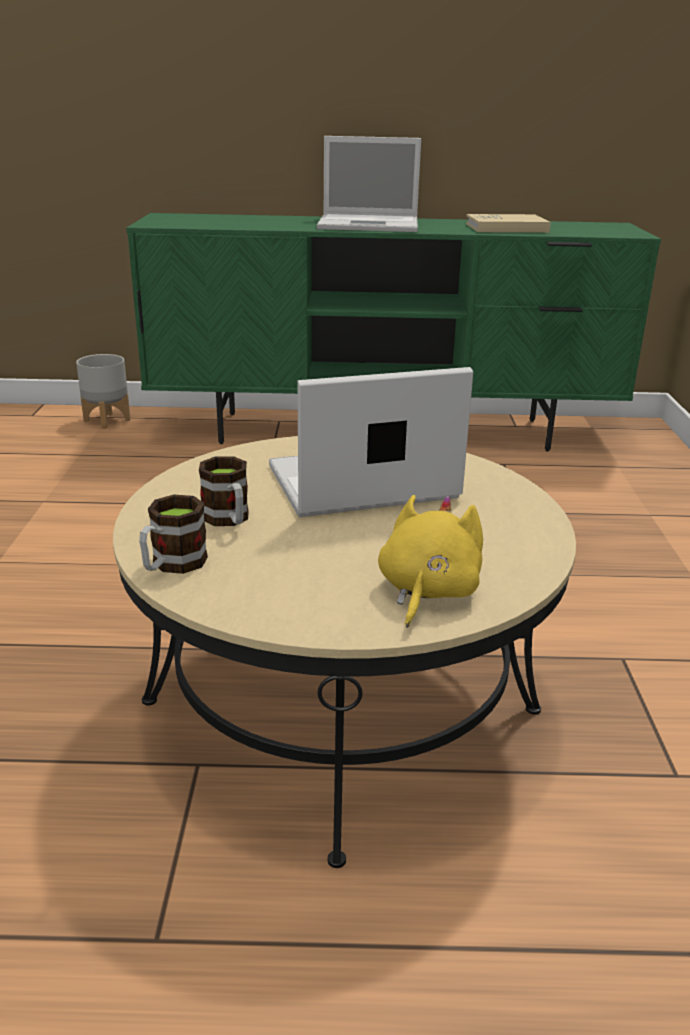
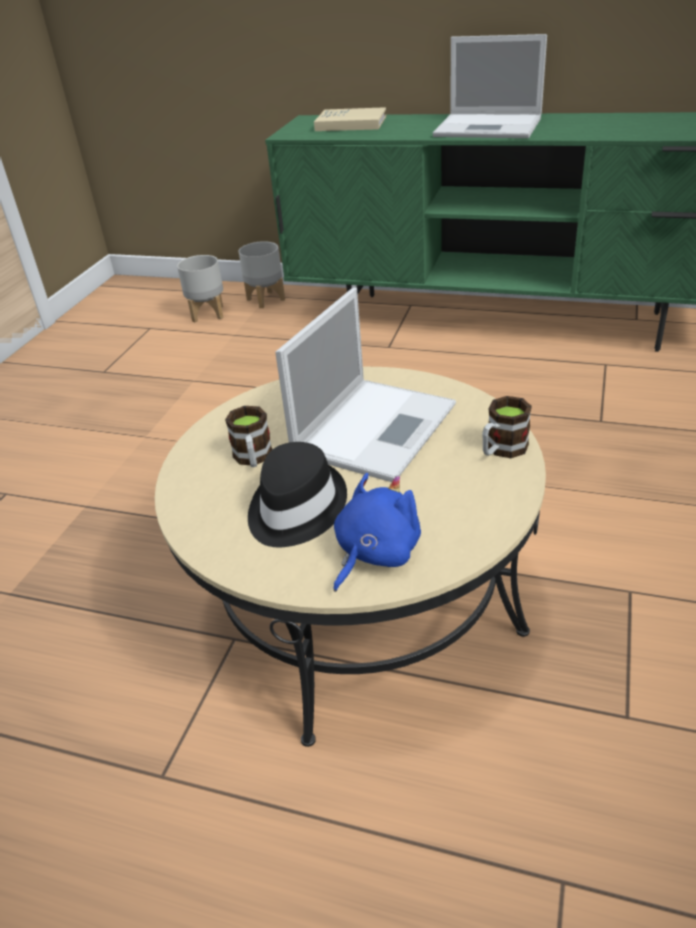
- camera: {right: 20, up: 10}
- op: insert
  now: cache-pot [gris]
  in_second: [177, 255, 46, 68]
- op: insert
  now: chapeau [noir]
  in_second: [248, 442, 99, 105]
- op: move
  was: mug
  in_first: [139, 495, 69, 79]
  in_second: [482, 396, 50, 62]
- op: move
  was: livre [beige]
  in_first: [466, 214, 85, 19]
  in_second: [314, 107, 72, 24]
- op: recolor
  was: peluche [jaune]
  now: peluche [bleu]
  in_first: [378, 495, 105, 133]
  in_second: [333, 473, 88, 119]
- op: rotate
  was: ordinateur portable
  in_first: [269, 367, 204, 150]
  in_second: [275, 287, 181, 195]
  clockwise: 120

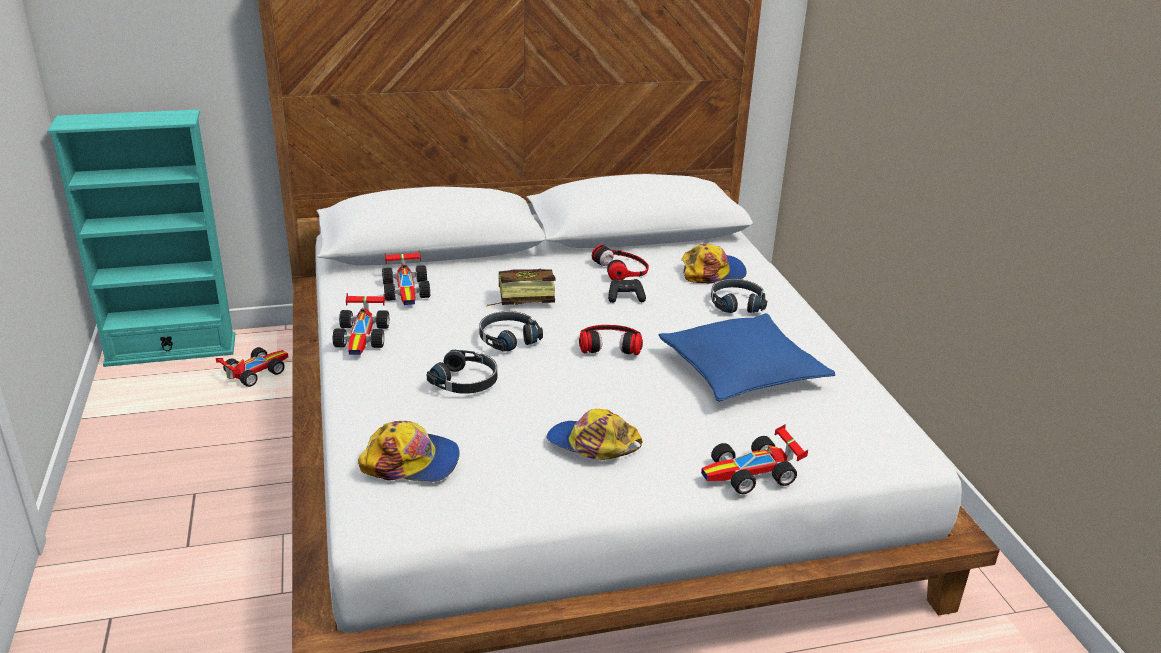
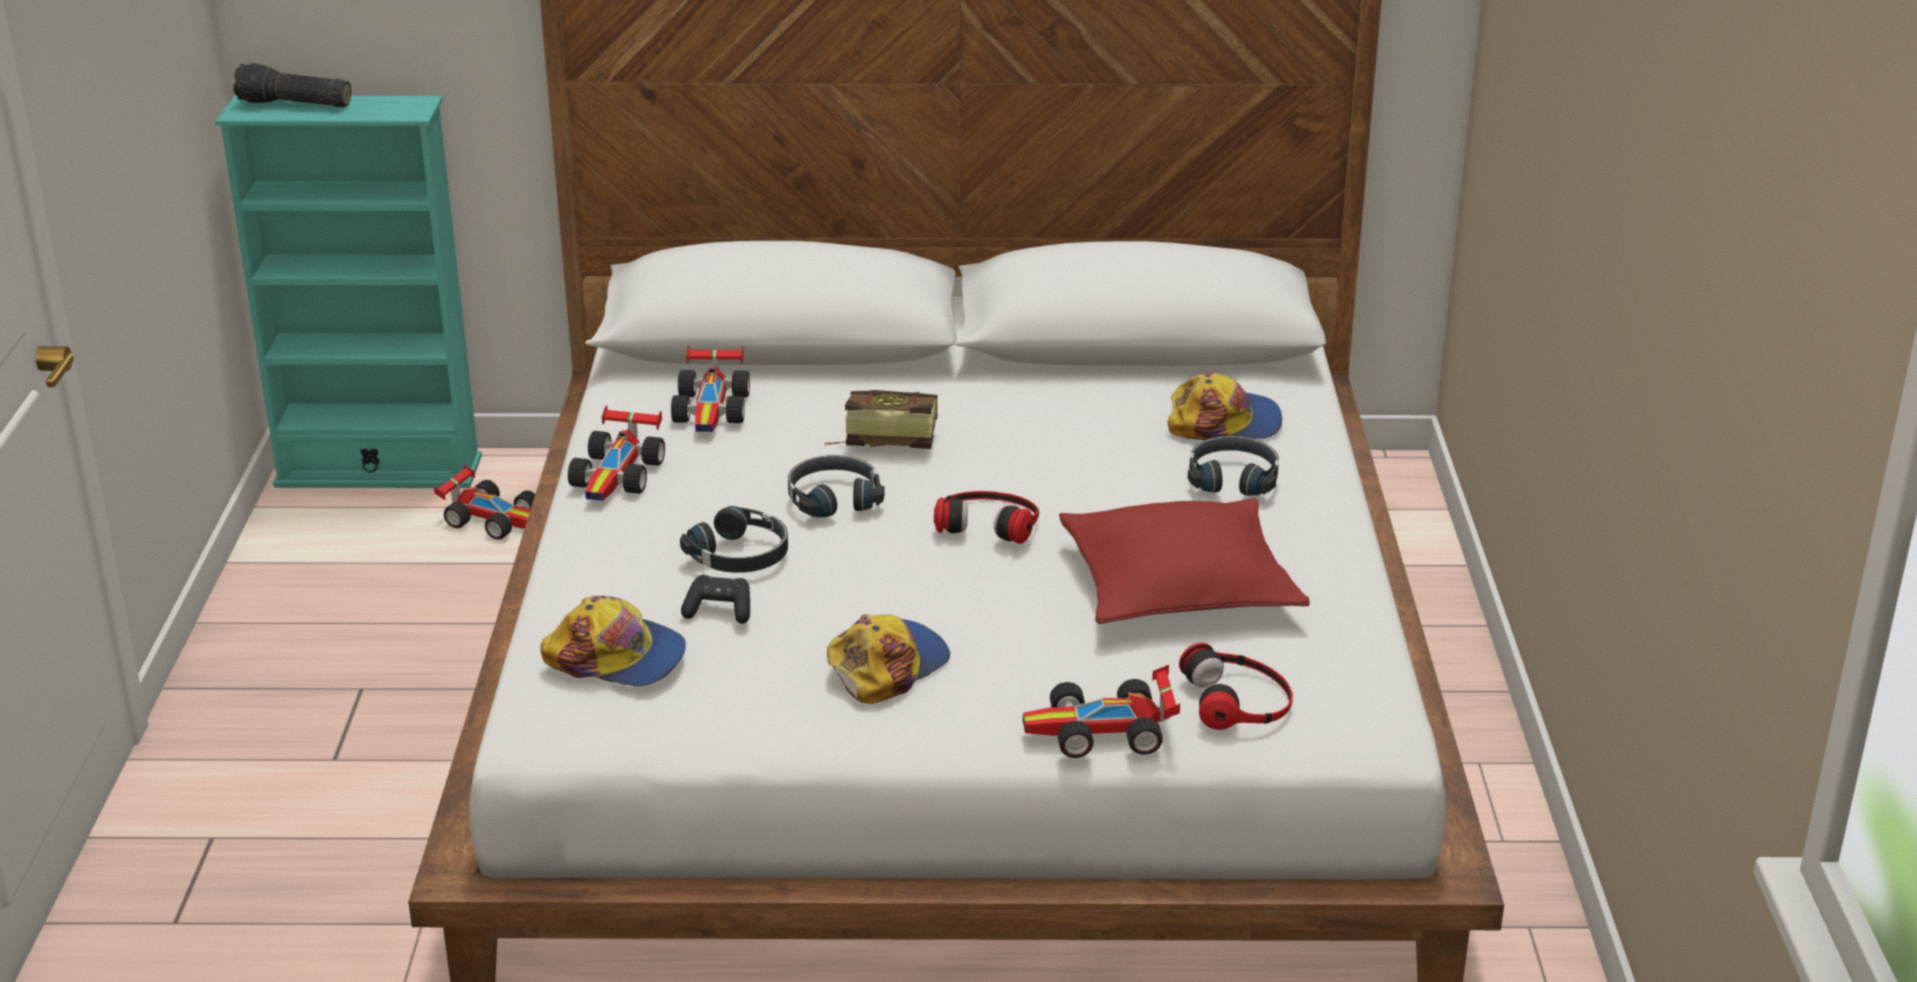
- camera: {right: 15, up: 0}
- op: insert
  now: lampe de poche
  in_second: [233, 63, 118, 44]
- op: move
  was: casque audio
  in_first: [592, 244, 57, 36]
  in_second: [1179, 643, 114, 87]
- op: move
  was: manette [noir]
  in_first: [608, 279, 38, 24]
  in_second: [681, 575, 69, 49]
- op: recolor
  was: coussin [bleu]
  now: coussin [rouge]
  in_first: [659, 313, 176, 89]
  in_second: [1059, 498, 251, 126]
- op: rotate
  was: petite voiture
  in_first: [216, 347, 72, 40]
  in_second: [434, 464, 101, 76]
  clockwise: 60
- op: rotate
  was: casquette
  in_first: [547, 409, 95, 51]
  in_second: [827, 614, 123, 90]
  clockwise: 90

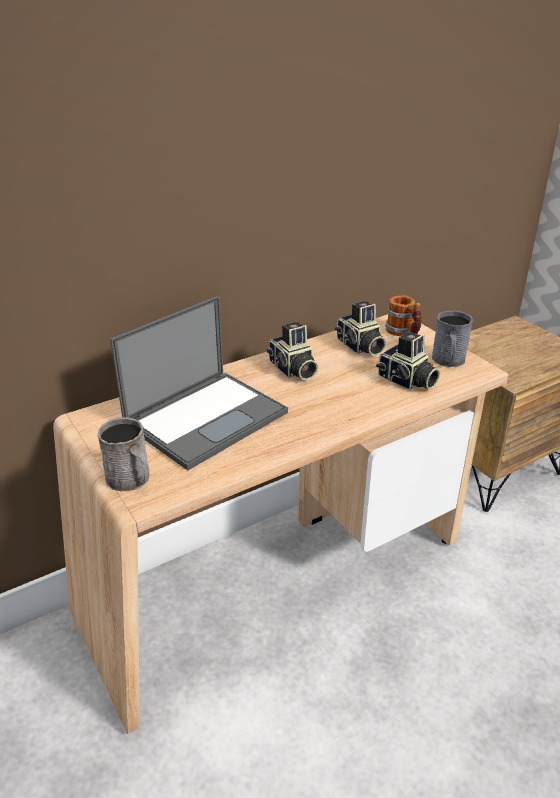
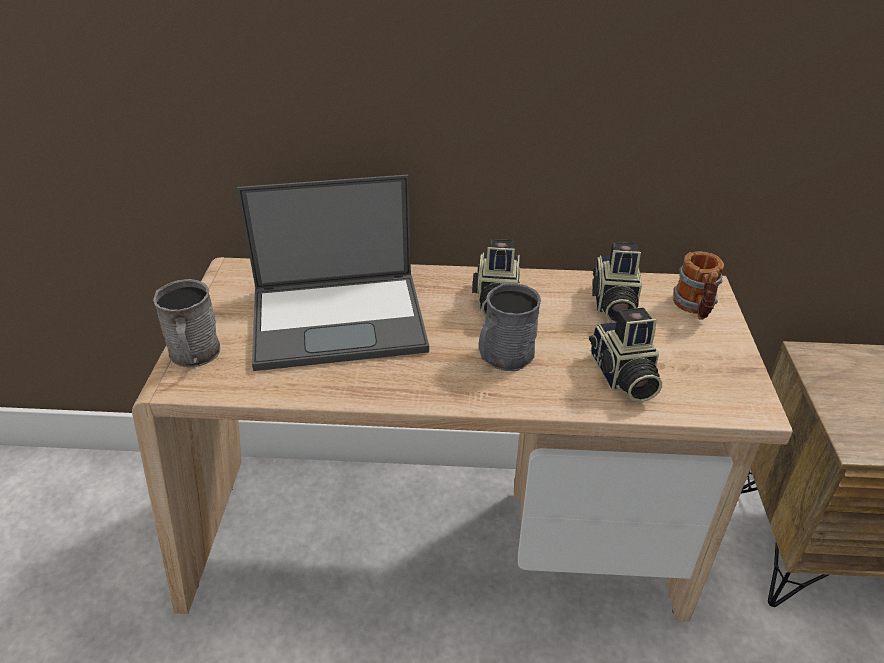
- camera: {right: 35, up: 5}
- op: move
  was: mug [gris]
  in_first: [432, 310, 41, 57]
  in_second: [479, 283, 62, 88]

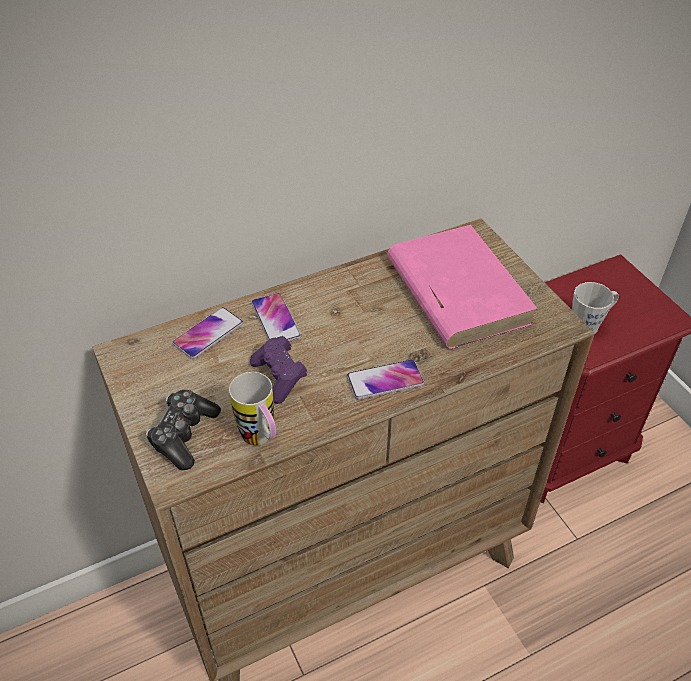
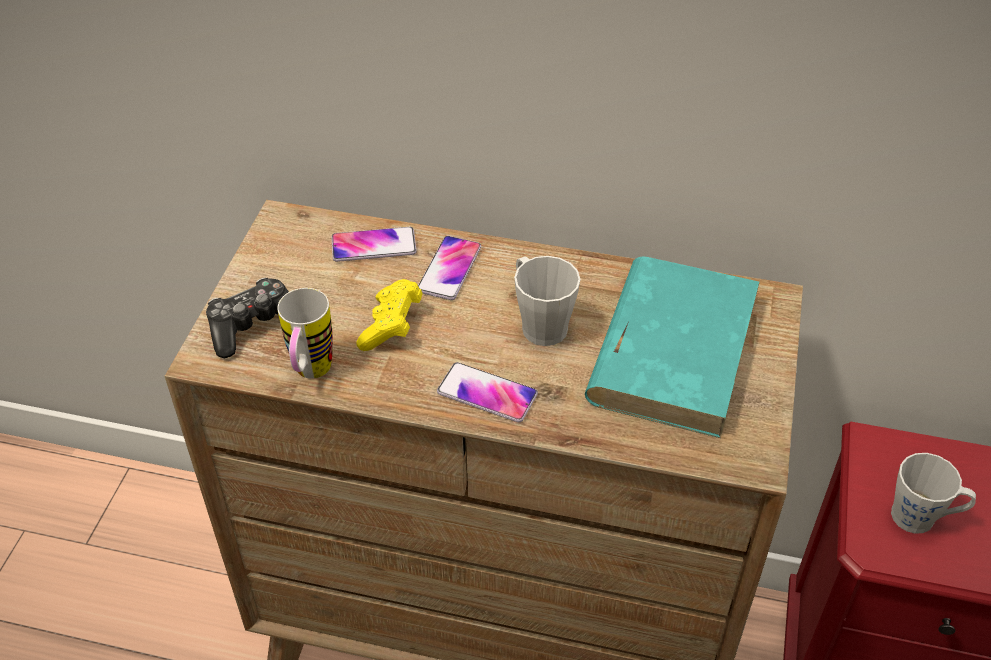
- camera: {right: 40, up: 0}
- op: insert
  now: mug [gris]
  in_second: [514, 256, 67, 90]
- op: recolor
  was: manette [violet]
  now: manette [jaune]
  in_first: [250, 336, 58, 68]
  in_second: [356, 279, 66, 72]
- op: recolor
  was: livre [rose]
  now: livre [turquoise]
  in_first: [387, 225, 151, 124]
  in_second: [585, 256, 175, 182]

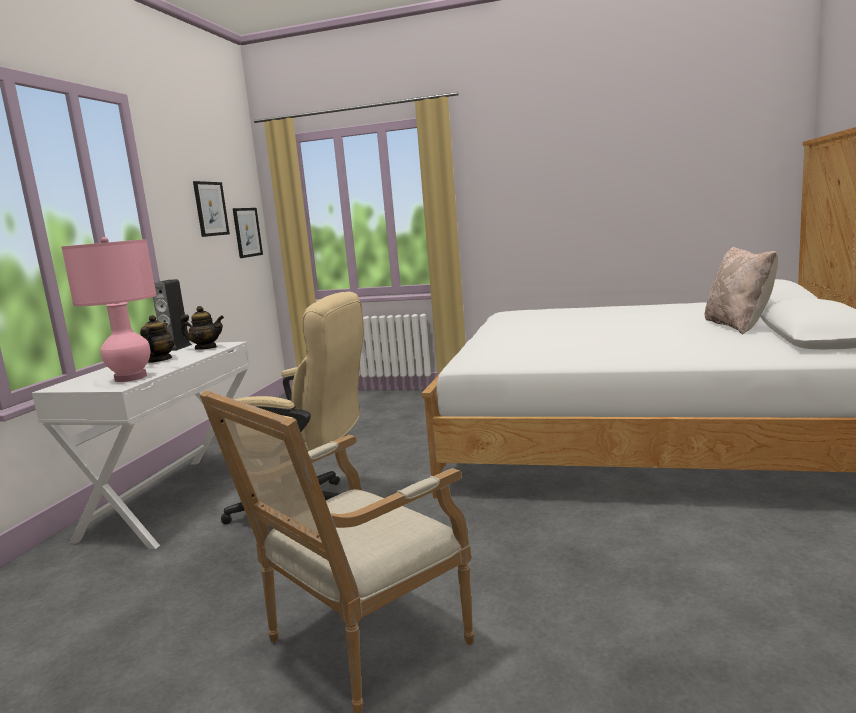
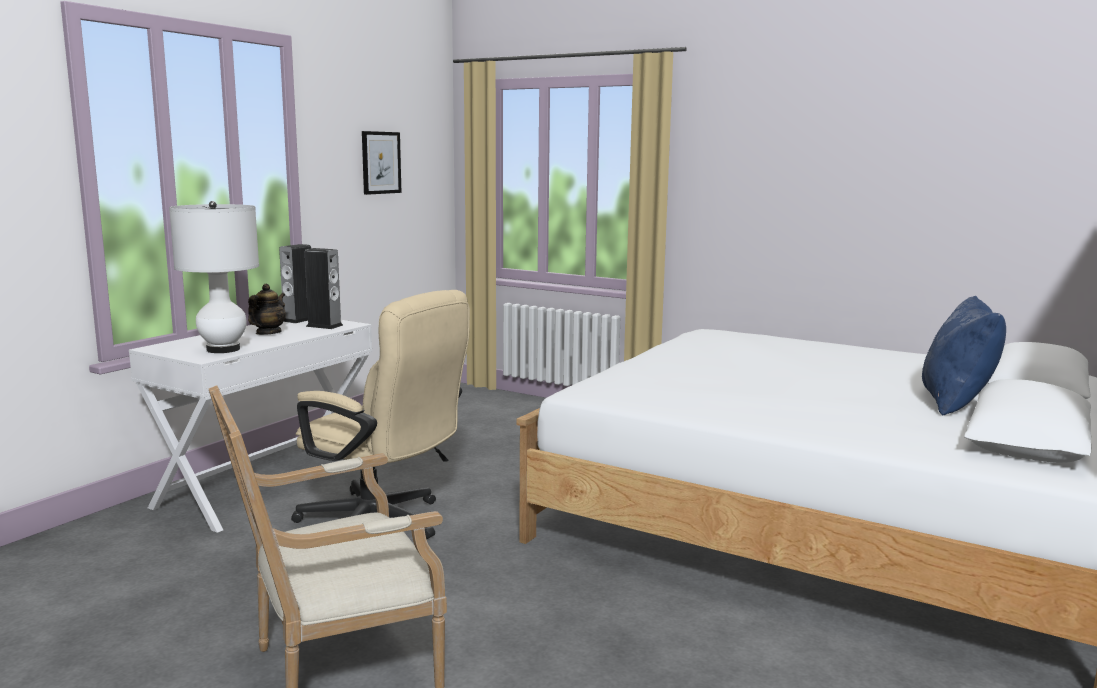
- camera: {right: 15, up: 0}
- op: delete
  was: tableau
  in_first: [232, 208, 31, 50]
- op: replace
  was: théière
  now: enceinte
  in_first: [180, 306, 44, 44]
  in_second: [305, 248, 38, 81]
- op: recolor
  was: lampe de table [rose]
  now: lampe de table [blanc]
  in_first: [61, 237, 96, 145]
  in_second: [169, 201, 90, 152]
- op: recolor
  was: coussin [beige]
  now: coussin [bleu]
  in_first: [705, 247, 73, 87]
  in_second: [922, 296, 84, 120]

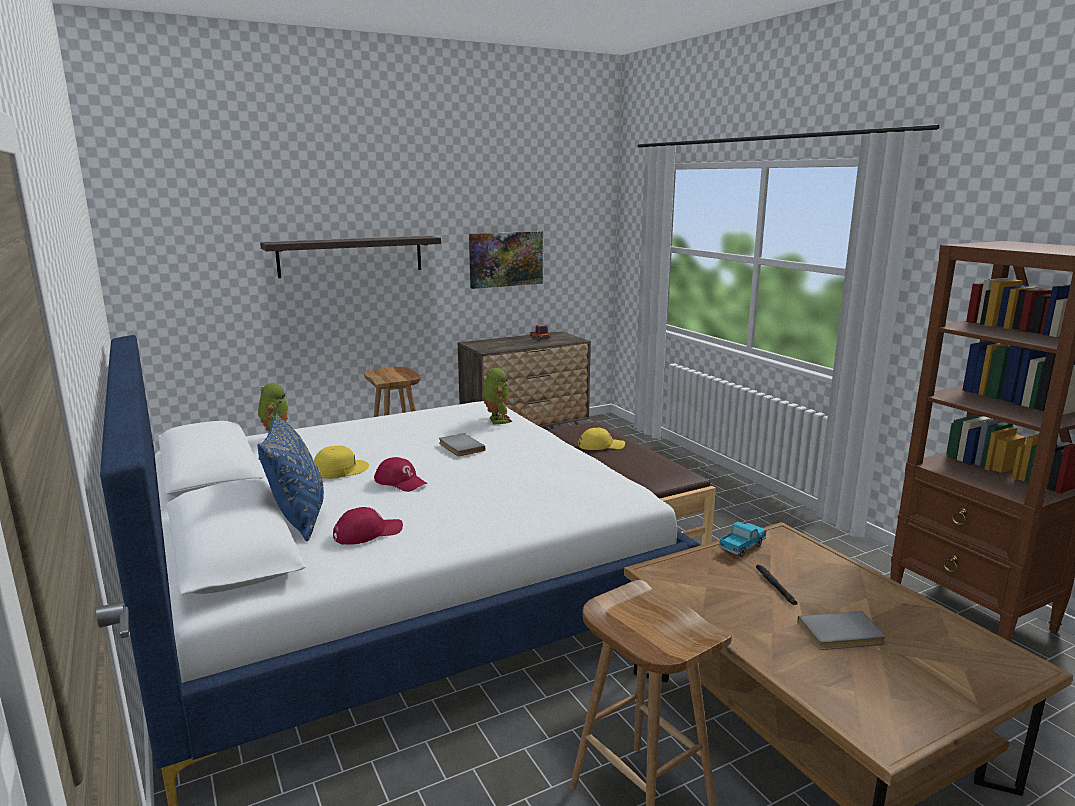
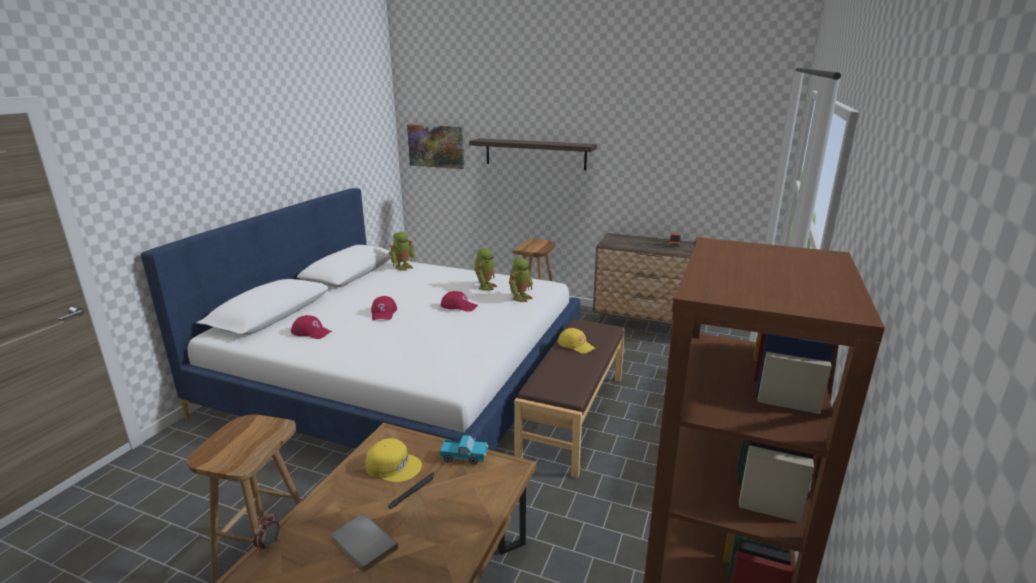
- camera: {right: 50, up: 5}
- op: delete
  was: coussin [bleu]
  in_first: [257, 413, 67, 129]
- op: insert
  now: réveil
  in_second: [253, 512, 27, 41]
- op: insert
  now: robot jouet
  in_second: [474, 248, 23, 42]
- op: move
  was: casquette [jaune]
  in_first: [314, 446, 55, 33]
  in_second: [366, 438, 56, 44]
- op: move
  was: tableau
  in_first: [469, 231, 74, 58]
  in_second: [407, 125, 57, 44]
- op: replace
  was: livre [gris]
  now: casquette [rouge]
  in_first: [439, 433, 46, 23]
  in_second: [441, 291, 37, 21]

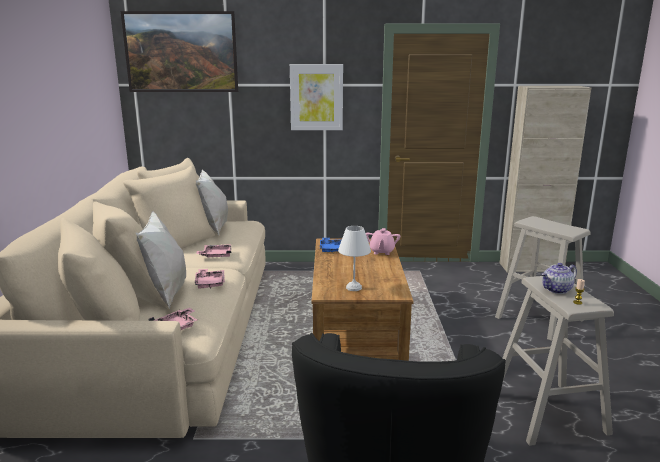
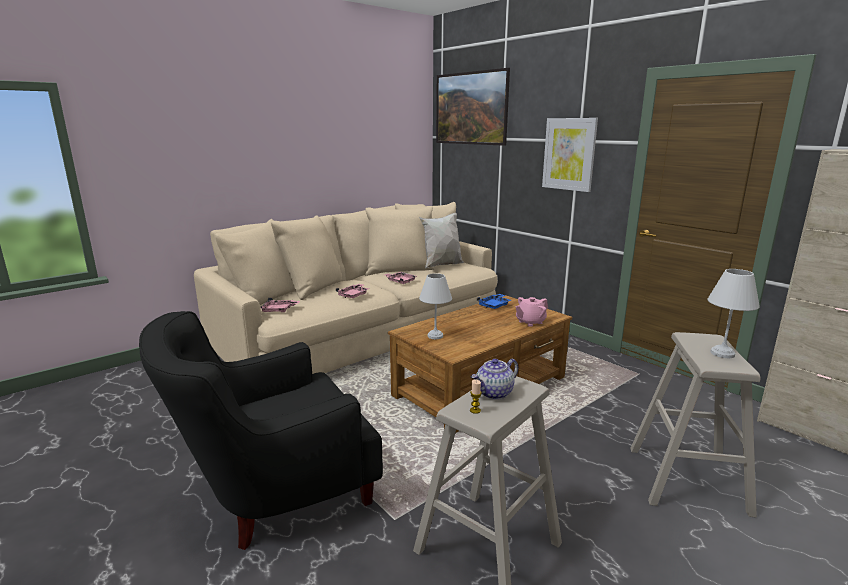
- camera: {right: 50, up: 0}
- op: delete
  was: coussin [blanc]
  in_first: [136, 211, 50, 98]
- op: insert
  now: lampe de table [blanc]
  in_second: [708, 269, 52, 89]
- op: rotate
  was: théière
  in_first: [541, 263, 36, 31]
  in_second: [471, 359, 47, 40]
  clockwise: -60

